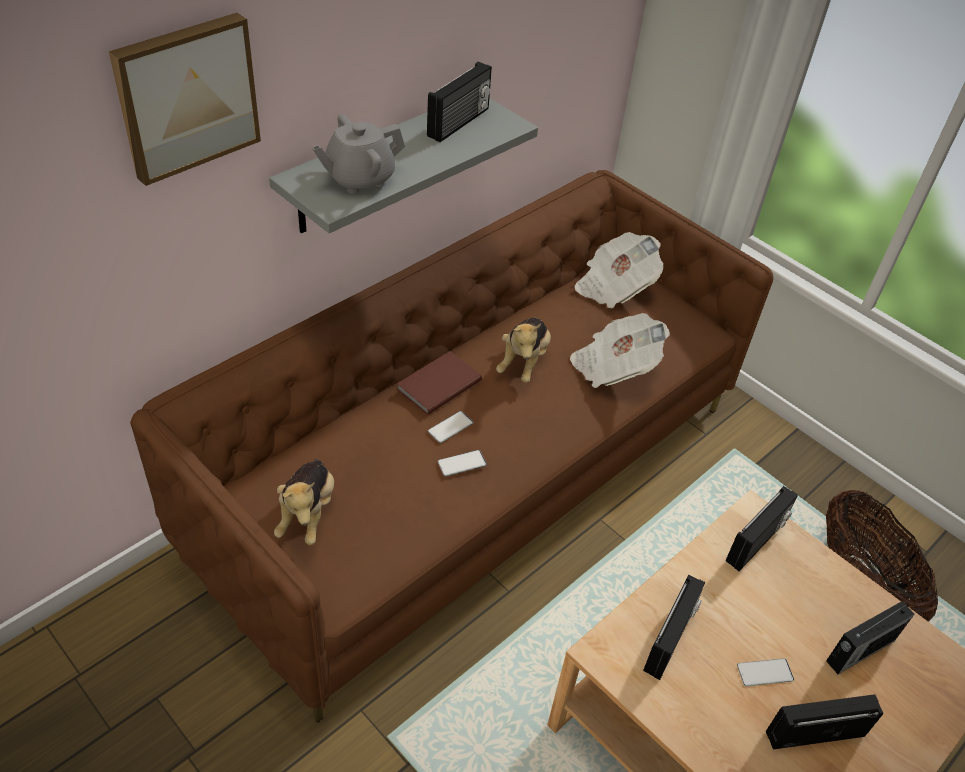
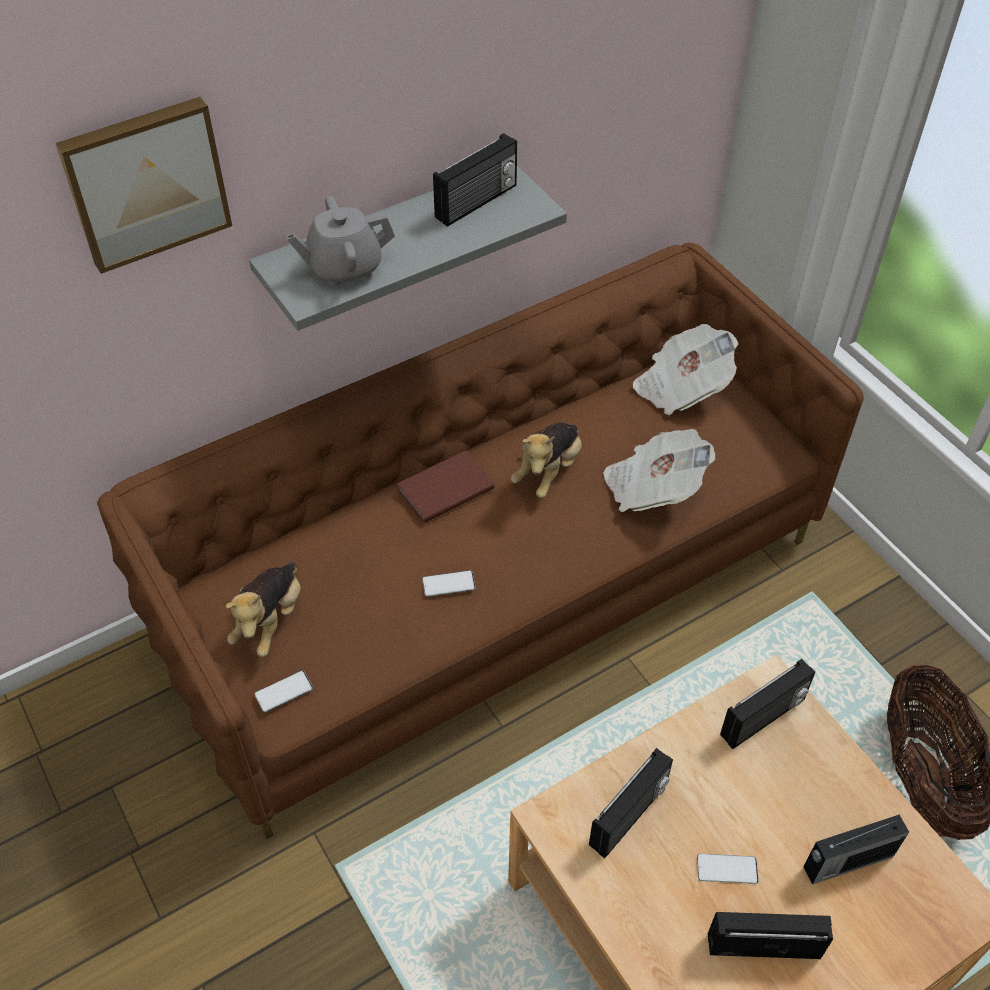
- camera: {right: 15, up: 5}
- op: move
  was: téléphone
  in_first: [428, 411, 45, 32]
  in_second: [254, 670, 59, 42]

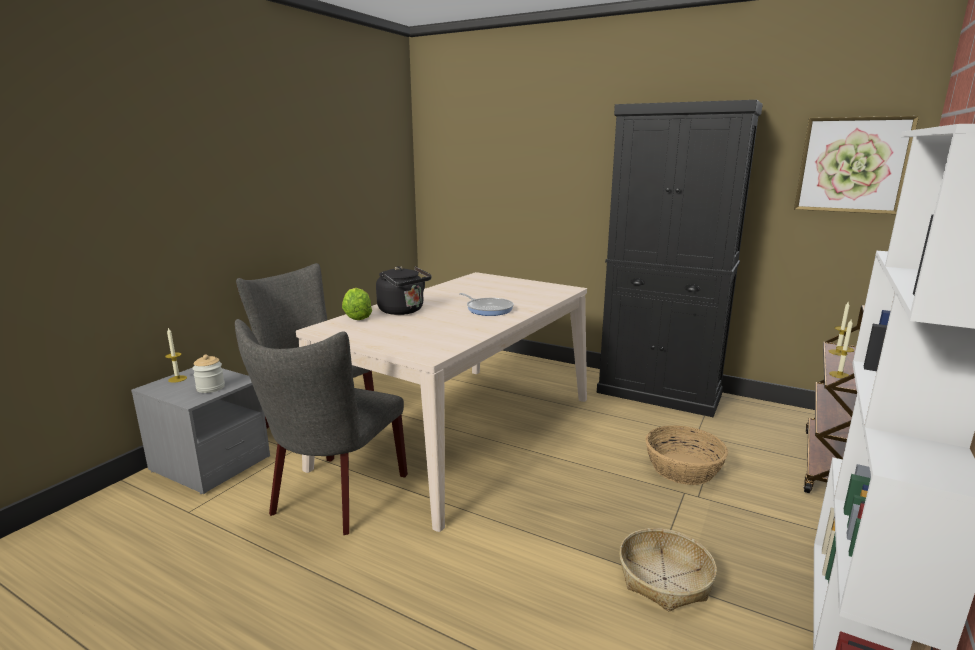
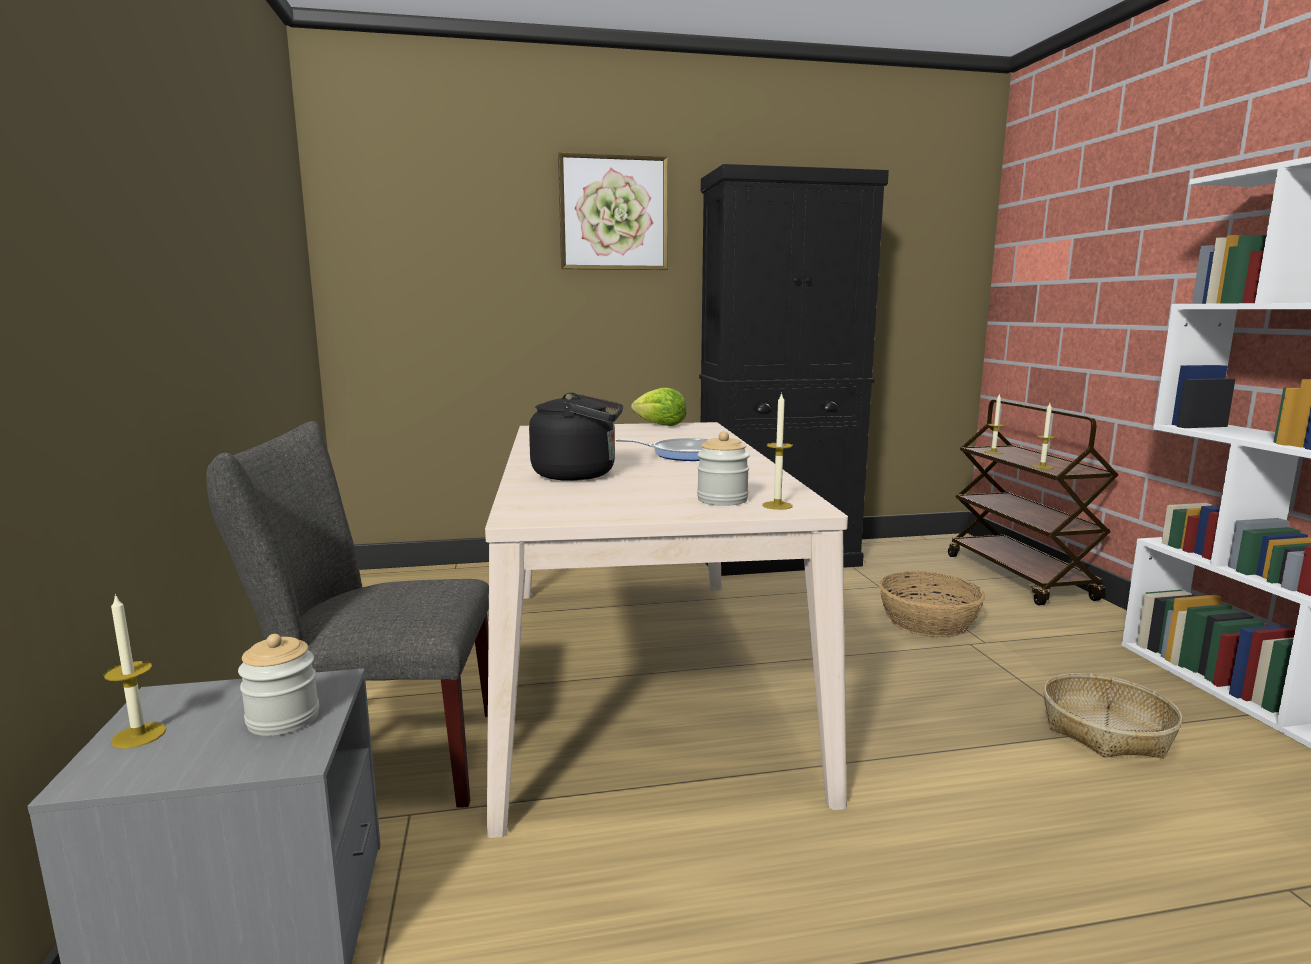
- camera: {right: -40, up: -5}
- op: delete
  was: chaise [gris]
  in_first: [235, 319, 173, 216]
- op: insert
  now: bocal
  in_second: [697, 431, 53, 75]
- op: insert
  now: bougie
  in_second: [762, 392, 31, 118]
- op: move
  was: laitue
  in_first: [342, 288, 30, 32]
  in_second: [631, 387, 56, 39]
- op: move
  was: tableau
  in_first: [794, 116, 125, 98]
  in_second: [558, 152, 110, 118]

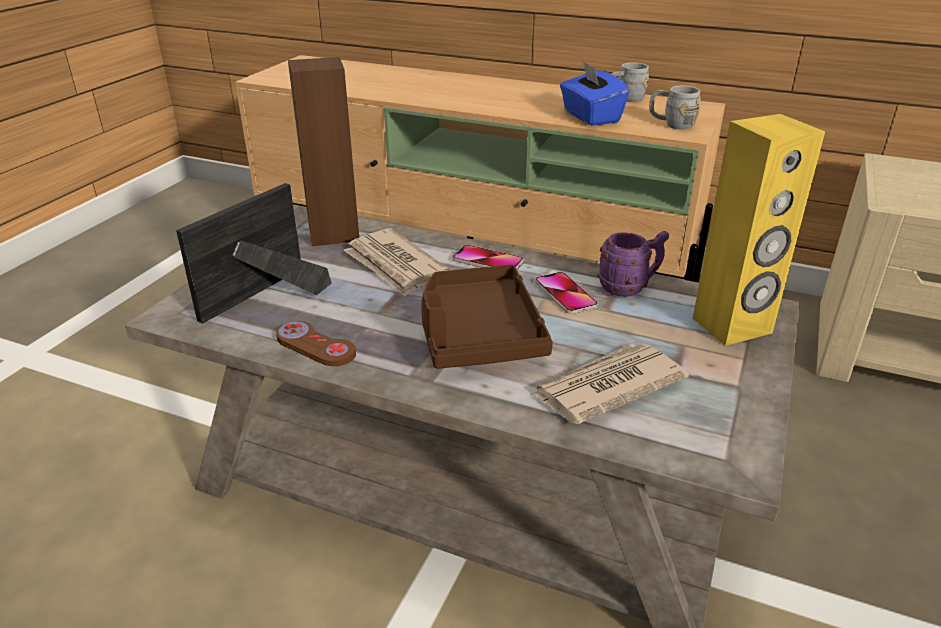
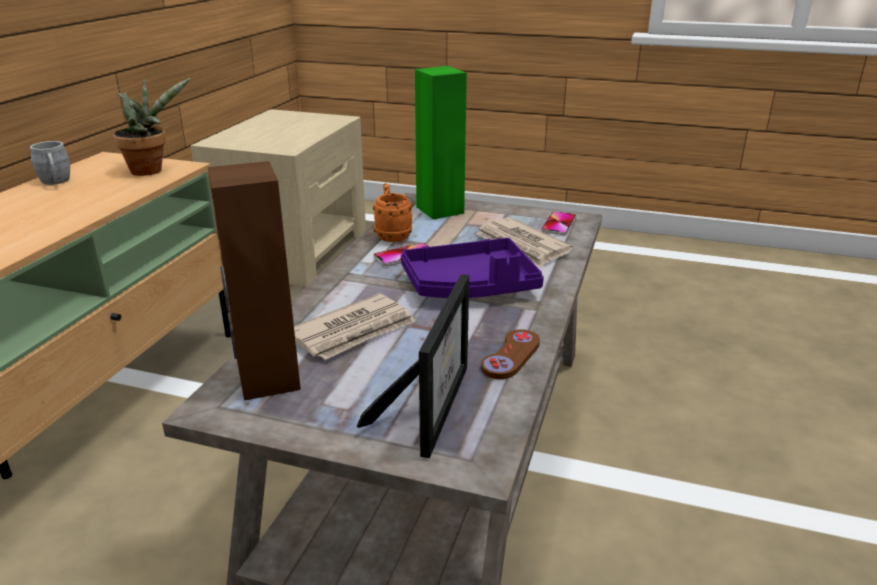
- camera: {right: -95, up: -5}
- op: delete
  was: boîte à mouchoirs [bleu]
  in_first: [560, 61, 69, 65]
- op: move
  was: téléphone
  in_first: [453, 245, 70, 24]
  in_second: [541, 211, 36, 24]
- op: replace
  was: mug [gris]
  now: plante en pot
  in_first: [649, 86, 52, 44]
  in_second: [113, 78, 77, 98]
- op: recolor
  was: plateau [marron]
  now: plateau [violet]
  in_first: [421, 265, 132, 104]
  in_second: [401, 238, 143, 60]
- op: recolor
  was: mug [violet]
  now: mug [orange]
  in_first: [598, 231, 71, 65]
  in_second: [373, 183, 39, 59]
- op: recolor
  was: enceinte [jaune]
  now: enceinte [vert]
  in_first: [693, 114, 132, 232]
  in_second: [415, 66, 52, 154]
- op: rotate
  was: cadre photo
  in_first: [176, 183, 156, 141]
  in_second: [357, 274, 112, 184]
  clockwise: -105

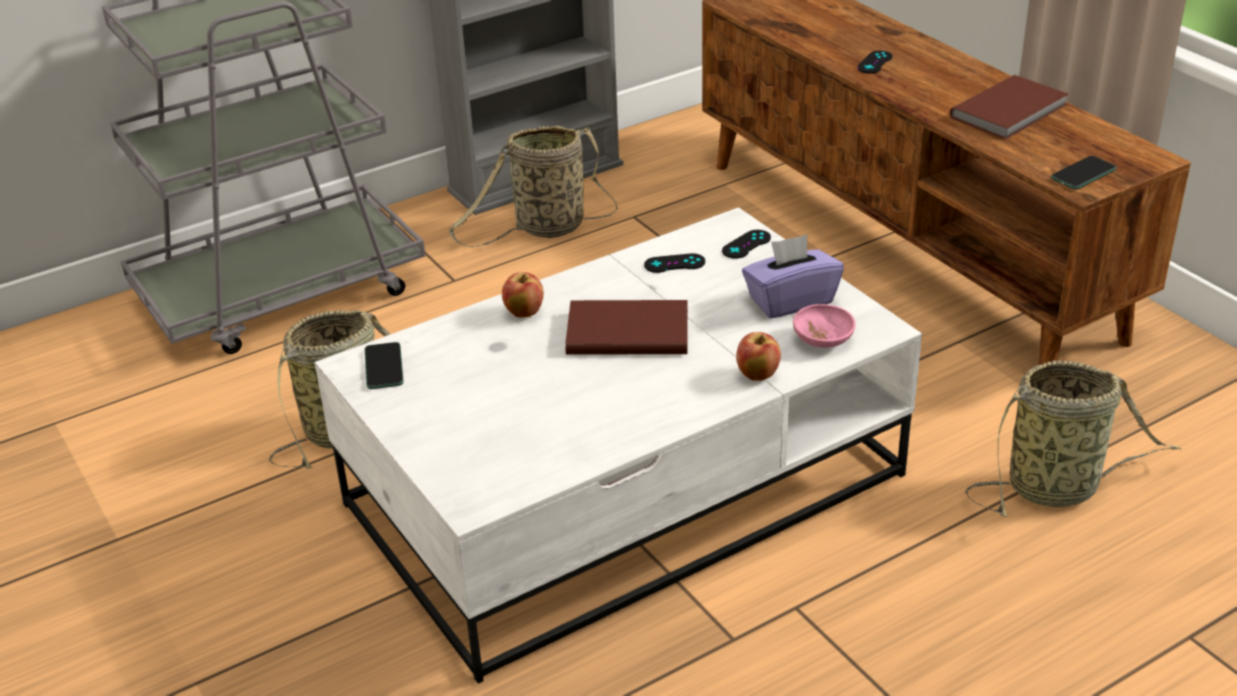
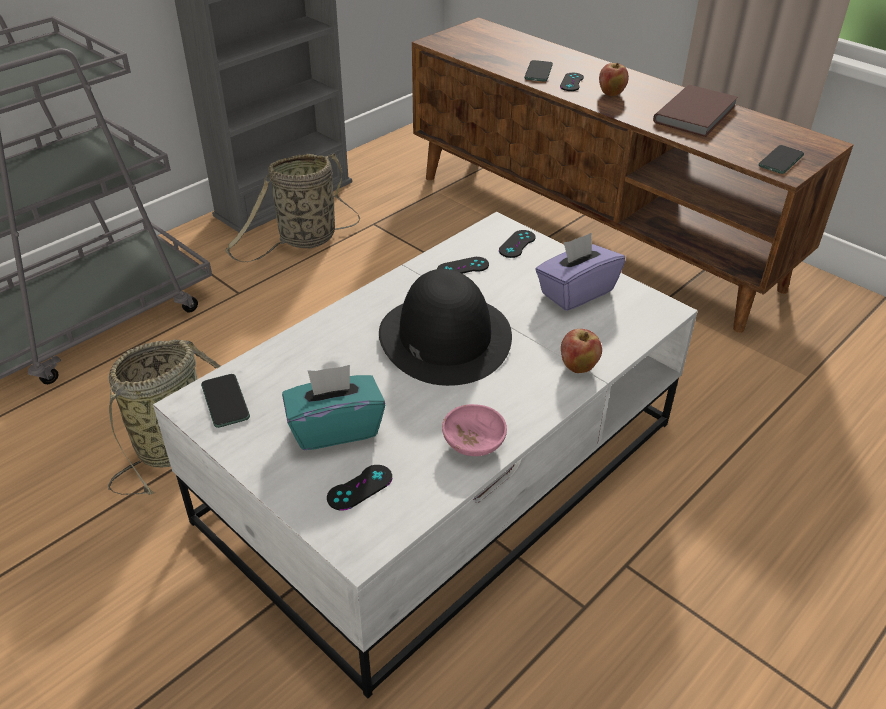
- camera: {right: -15, up: 5}
- op: delete
  was: panier
  in_first: [965, 361, 217, 156]
- op: insert
  now: boîte à mouchoirs [turquoise]
  in_second: [282, 365, 103, 85]
- op: insert
  now: manette [noir]
  in_second: [327, 465, 65, 46]
- op: insert
  now: téléphone
  in_second: [524, 60, 29, 21]
- op: move
  was: pomme
  in_first: [502, 272, 42, 46]
  in_second: [599, 63, 30, 33]
- op: move
  was: bol [rose]
  in_first: [793, 304, 63, 44]
  in_second: [442, 404, 65, 52]
- op: replace
  was: livre [marron]
  now: chapeau [noir]
  in_first: [565, 300, 123, 55]
  in_second: [379, 269, 133, 117]

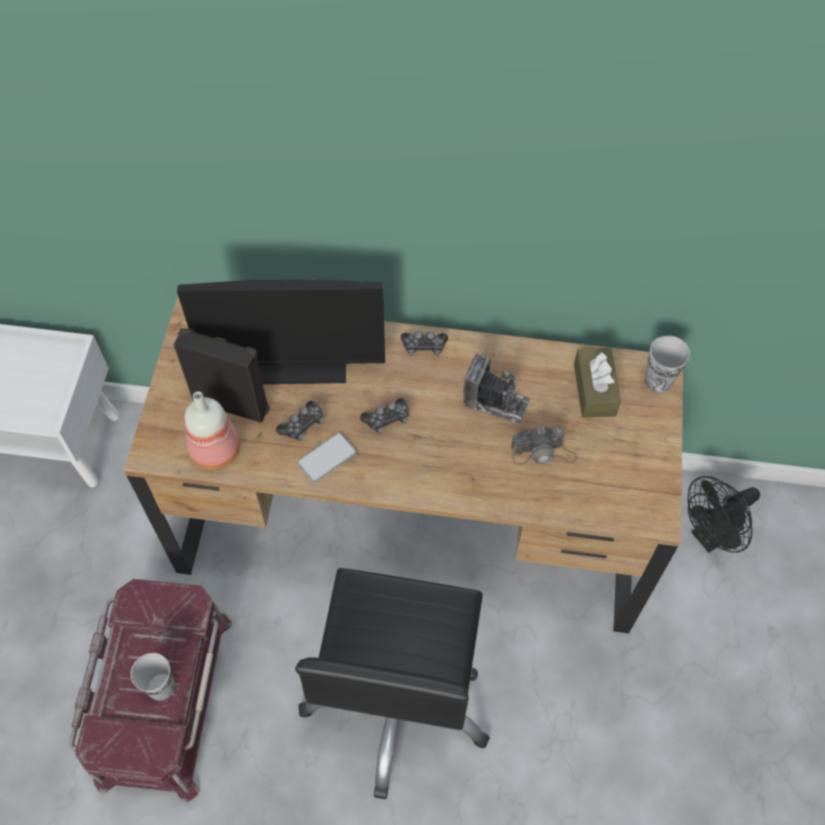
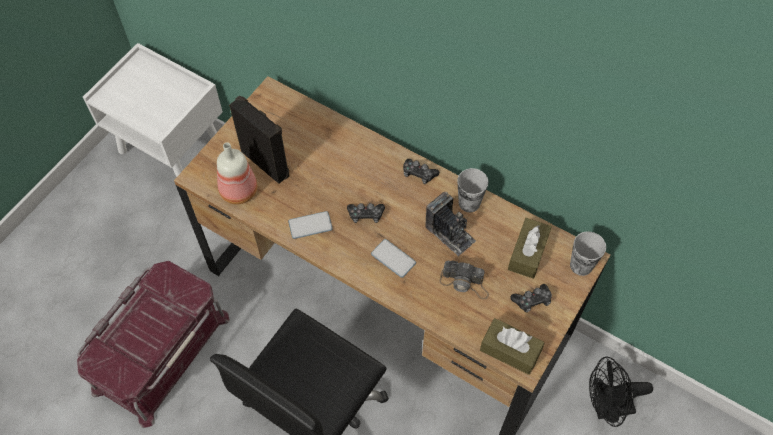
- camera: {right: 25, up: 0}
- op: delete
  was: écran d'ordinateur
  in_first: [177, 279, 208, 105]
- op: insert
  now: téléphone
  in_second: [371, 239, 45, 39]
- op: insert
  now: boîte à mouchoirs [marron]
  in_second: [480, 318, 64, 57]
- op: move
  was: tasse
  in_first: [131, 653, 44, 48]
  in_second: [457, 168, 31, 44]
- op: move
  was: manette
  in_first: [276, 401, 48, 40]
  in_second: [510, 284, 42, 29]

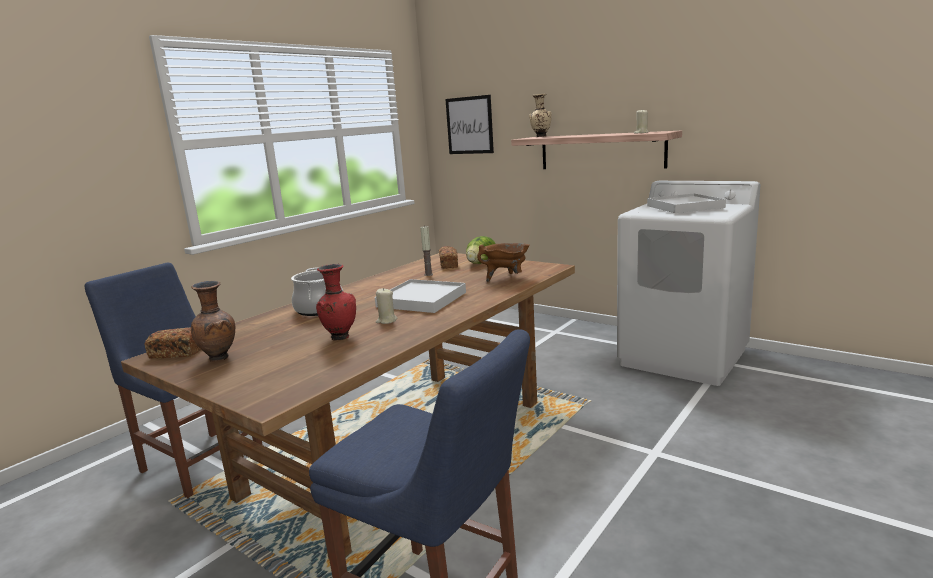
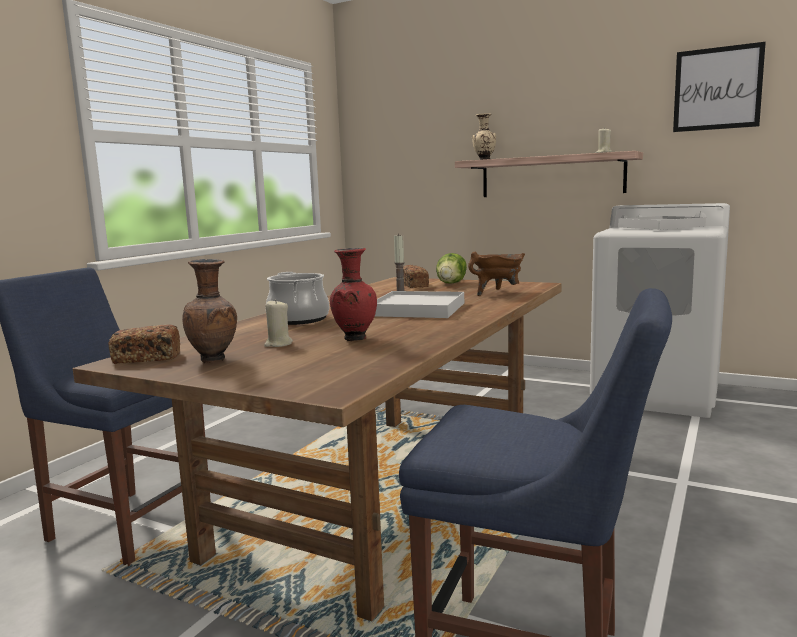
- camera: {right: -10, up: -5}
- op: move
  was: bougie [beige]
  in_first: [376, 288, 21, 36]
  in_second: [264, 299, 29, 48]
- op: move
  was: tableau
  in_first: [445, 95, 49, 59]
  in_second: [673, 42, 93, 90]

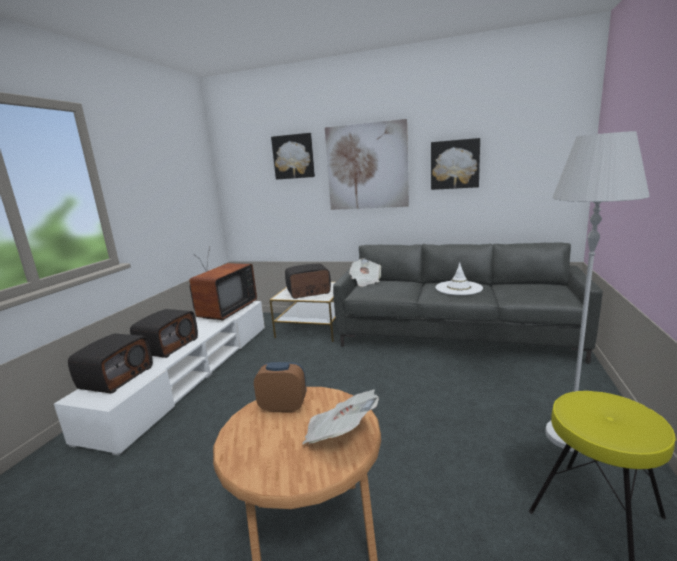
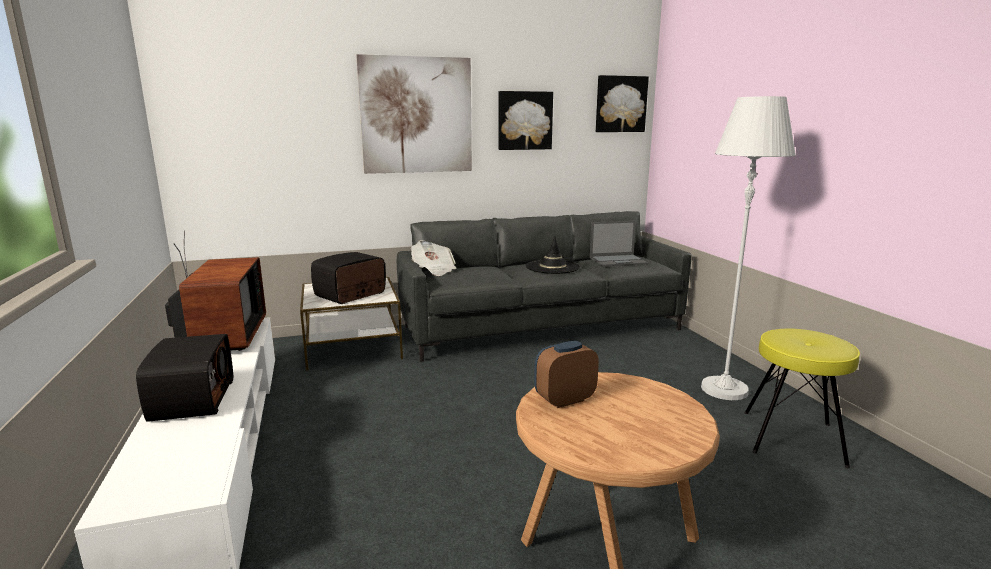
- camera: {right: -35, up: 0}
- op: delete
  was: radio
  in_first: [68, 333, 85, 60]
- op: delete
  was: journal
  in_first: [302, 390, 77, 54]
- op: insert
  now: ordinateur portable
  in_second: [590, 221, 58, 45]
- op: move
  was: tableau
  in_first: [271, 133, 44, 47]
  in_second: [596, 75, 53, 57]
- op: recolor
  was: chapeau [blanc]
  now: chapeau [noir]
  in_first: [436, 262, 47, 33]
  in_second: [526, 235, 54, 39]

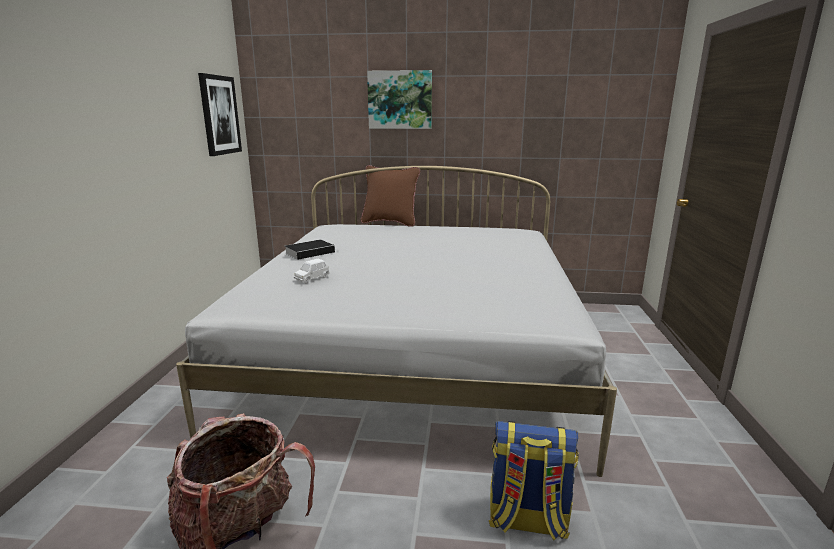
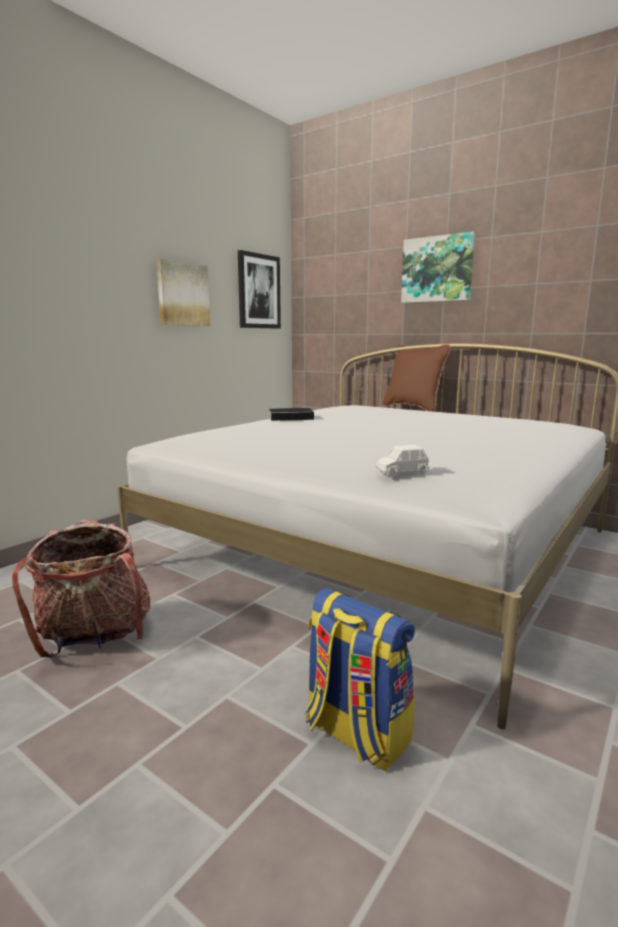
- camera: {right: 30, up: -5}
- op: insert
  now: tableau
  in_second: [156, 259, 54, 67]
- op: move
  was: petite voiture [blanc]
  in_first: [294, 259, 36, 25]
  in_second: [376, 445, 54, 32]

